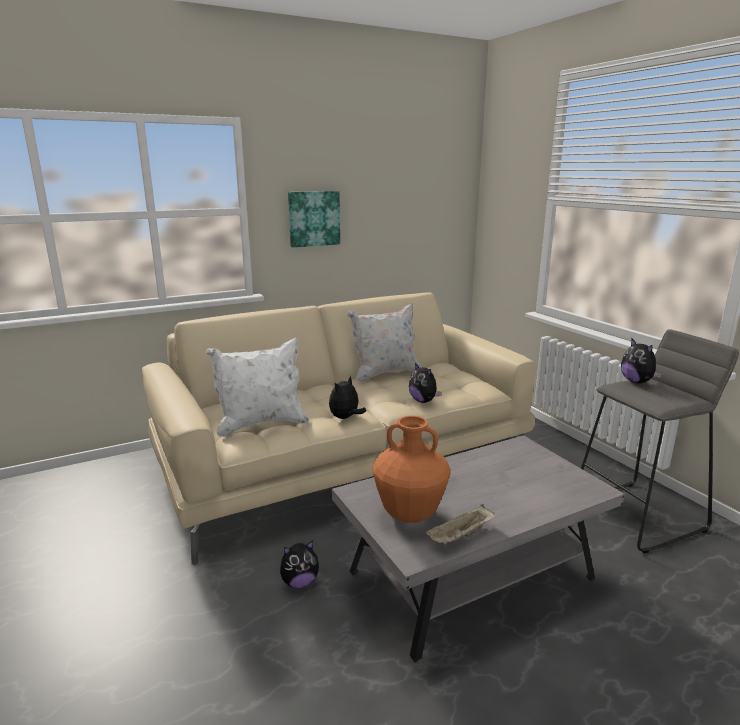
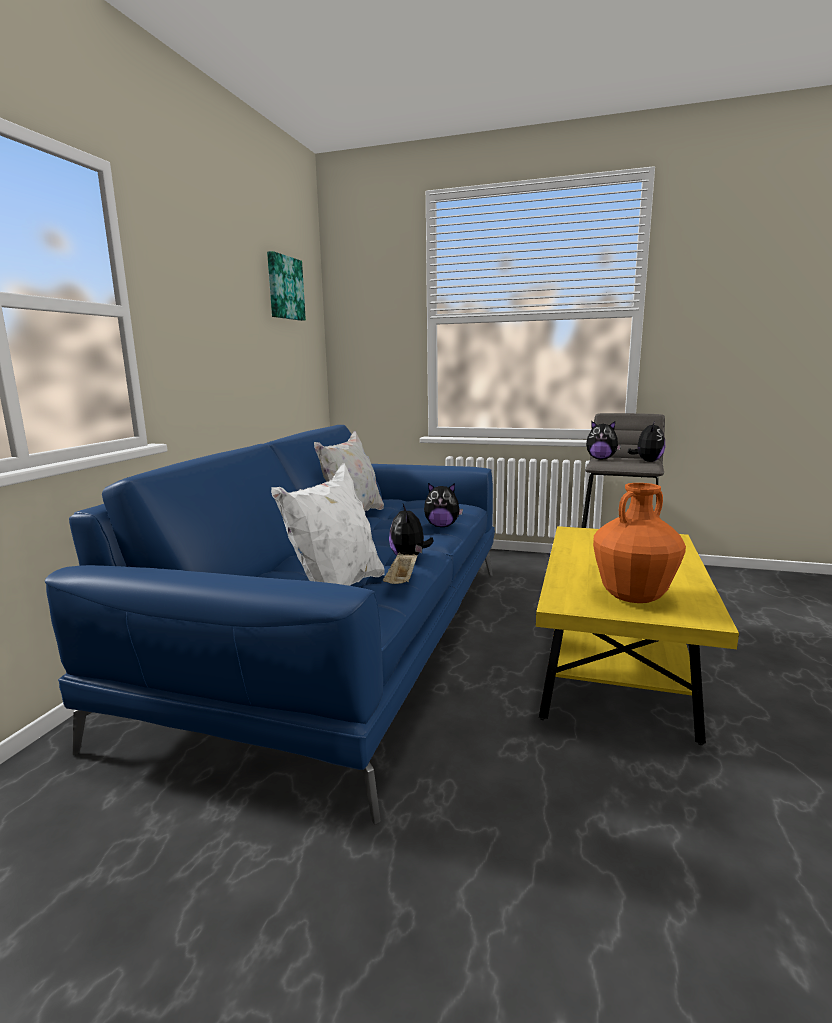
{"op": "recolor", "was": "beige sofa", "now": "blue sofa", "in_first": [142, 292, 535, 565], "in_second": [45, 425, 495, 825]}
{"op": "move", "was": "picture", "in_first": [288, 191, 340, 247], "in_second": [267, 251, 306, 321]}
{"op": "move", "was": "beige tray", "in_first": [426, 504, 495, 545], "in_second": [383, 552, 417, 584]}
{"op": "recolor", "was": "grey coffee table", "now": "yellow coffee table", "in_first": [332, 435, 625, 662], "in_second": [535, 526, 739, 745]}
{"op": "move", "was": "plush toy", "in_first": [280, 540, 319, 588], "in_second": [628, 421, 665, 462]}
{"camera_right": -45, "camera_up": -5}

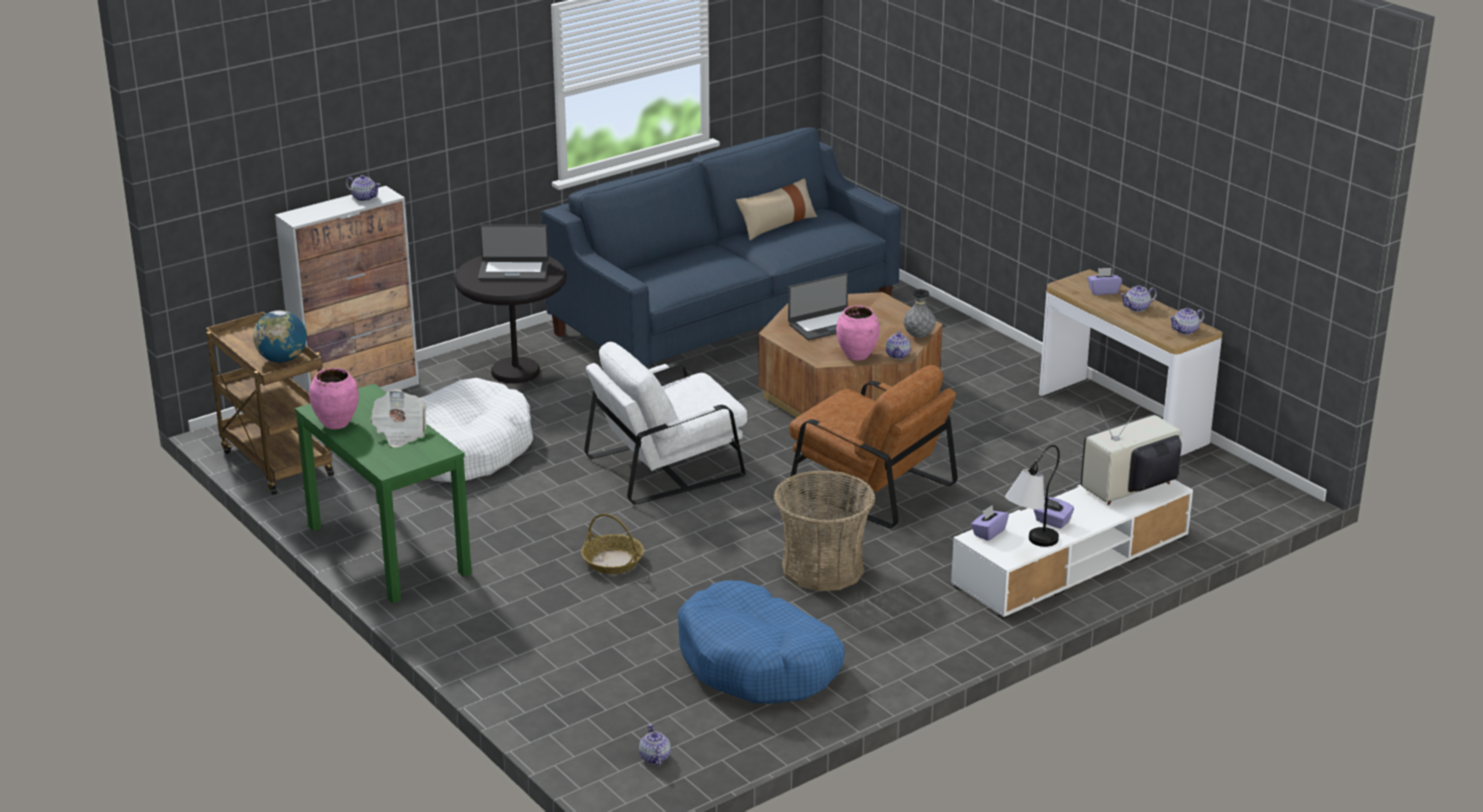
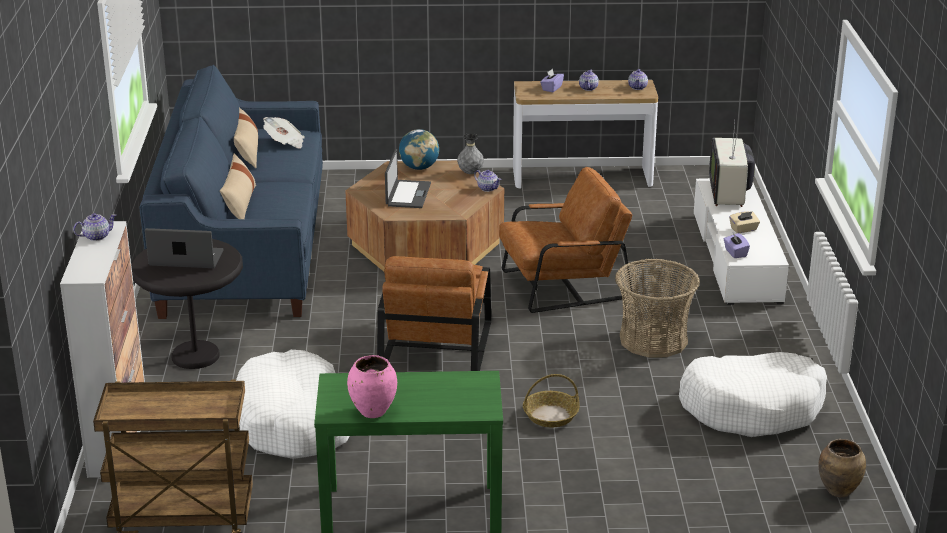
{"op": "rotate", "was": "laptop", "in_first": [478, 225, 549, 280], "in_second": [145, 228, 224, 268], "clockwise": -120}
{"op": "insert", "now": "beige pillow", "in_second": [220, 153, 256, 219]}
{"op": "move", "was": "newspaper", "in_first": [370, 389, 427, 448], "in_second": [263, 117, 305, 149]}
{"op": "recolor", "was": "white armchair", "now": "brown armchair", "in_first": [584, 342, 747, 505], "in_second": [377, 256, 491, 371]}
{"op": "move", "was": "globe", "in_first": [253, 310, 307, 363], "in_second": [399, 129, 439, 170]}
{"op": "recolor", "was": "blue dog bed", "now": "white dog bed", "in_first": [678, 580, 845, 703], "in_second": [679, 352, 827, 437]}
{"op": "recolor", "was": "purple tissue box", "now": "beige tissue box", "in_first": [1033, 497, 1074, 529], "in_second": [729, 211, 760, 233]}
{"op": "replace", "was": "teapot", "now": "brown vase", "in_first": [639, 724, 671, 766], "in_second": [819, 439, 866, 497]}
{"op": "delete", "was": "pink vase", "in_first": [836, 305, 880, 361]}
{"op": "delete", "was": "table lamp", "in_first": [1005, 445, 1060, 547]}
{"camera_right": -55, "camera_up": 0}

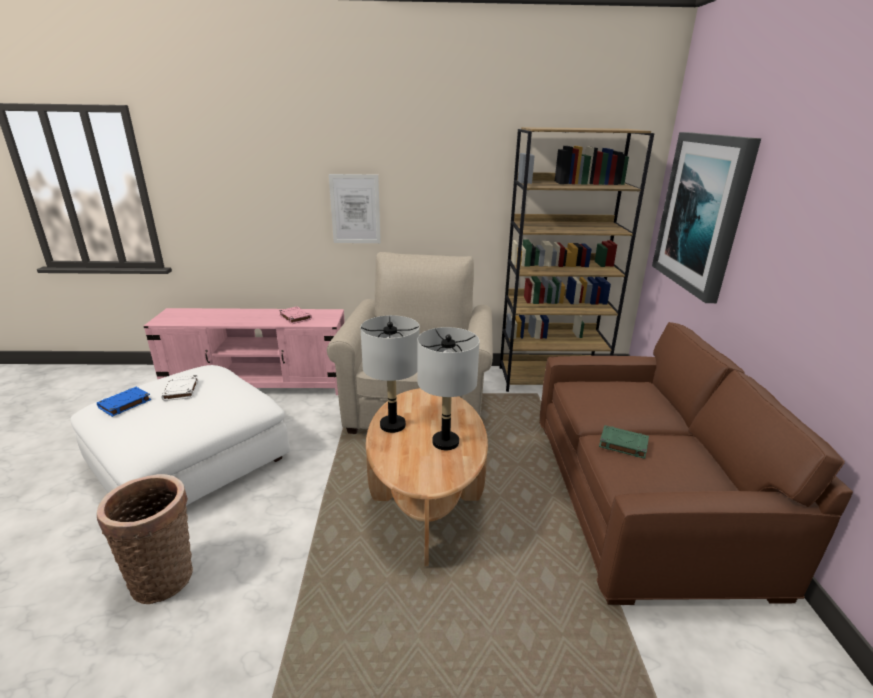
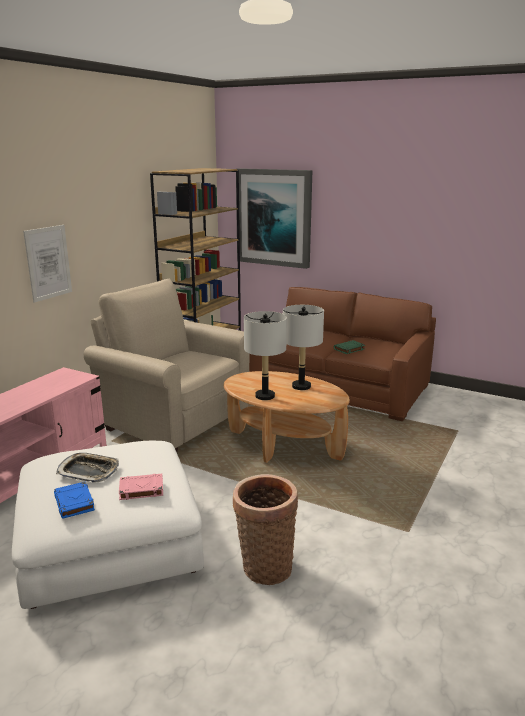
{"op": "replace", "was": "white book", "now": "tray", "in_first": [162, 375, 199, 401], "in_second": [56, 453, 119, 483]}
{"op": "move", "was": "pink book", "in_first": [279, 306, 312, 324], "in_second": [119, 474, 163, 500]}
{"camera_right": -60, "camera_up": -5}

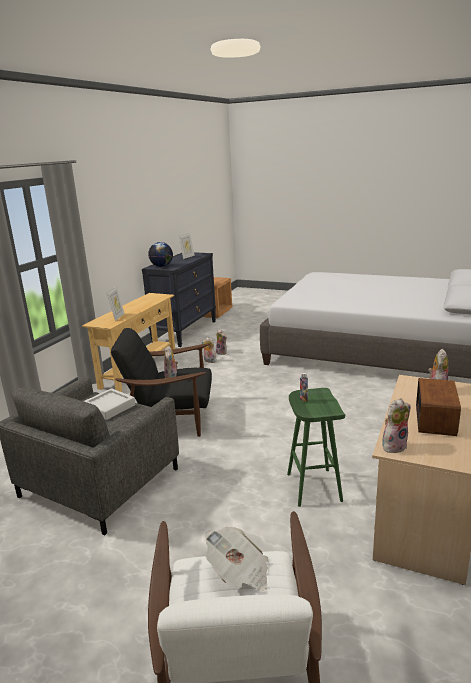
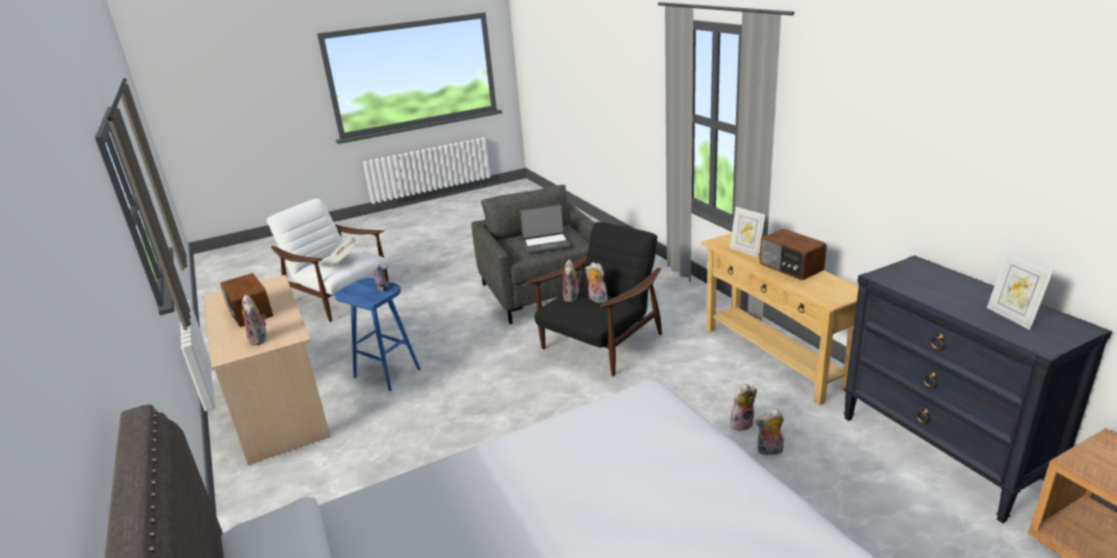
{"op": "recolor", "was": "green stool", "now": "blue stool", "in_first": [287, 388, 345, 507], "in_second": [334, 278, 421, 391]}
{"op": "replace", "was": "grey tray", "now": "laptop", "in_first": [84, 388, 135, 420], "in_second": [519, 204, 571, 254]}
{"op": "move", "was": "plush toy", "in_first": [382, 398, 411, 453], "in_second": [563, 260, 580, 302]}
{"op": "insert", "now": "radio", "in_second": [759, 229, 827, 280]}
{"op": "delete", "was": "globe", "in_first": [148, 242, 173, 267]}
{"camera_right": 130, "camera_up": 5}

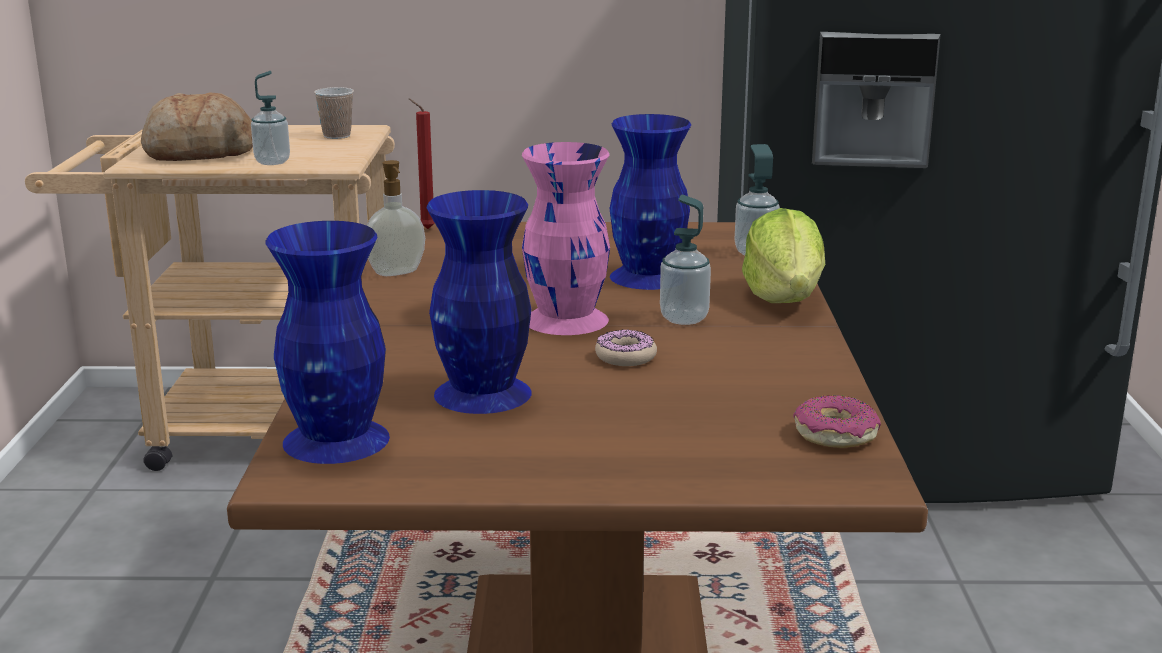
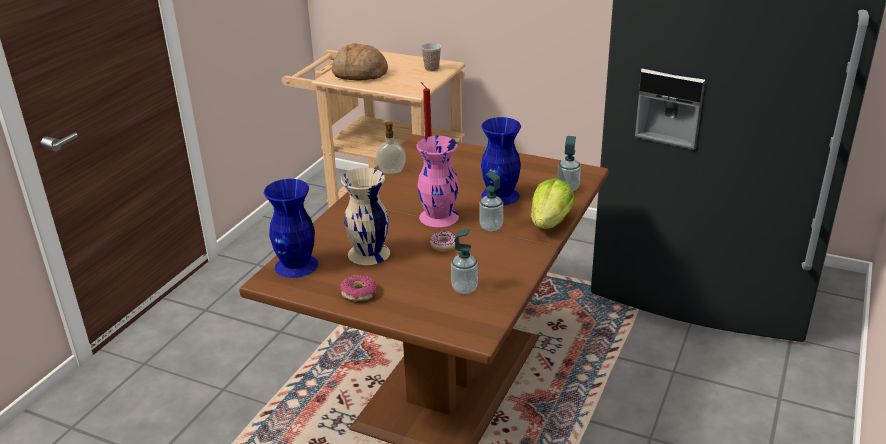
{"op": "recolor", "was": "blue vase", "now": "beige vase", "in_first": [426, 190, 532, 414], "in_second": [341, 168, 390, 265]}
{"op": "move", "was": "donut", "in_first": [793, 395, 881, 448], "in_second": [341, 275, 376, 301]}
{"op": "move", "was": "soap dispenser", "in_first": [251, 71, 290, 165], "in_second": [451, 229, 478, 294]}
{"camera_right": 25, "camera_up": 10}

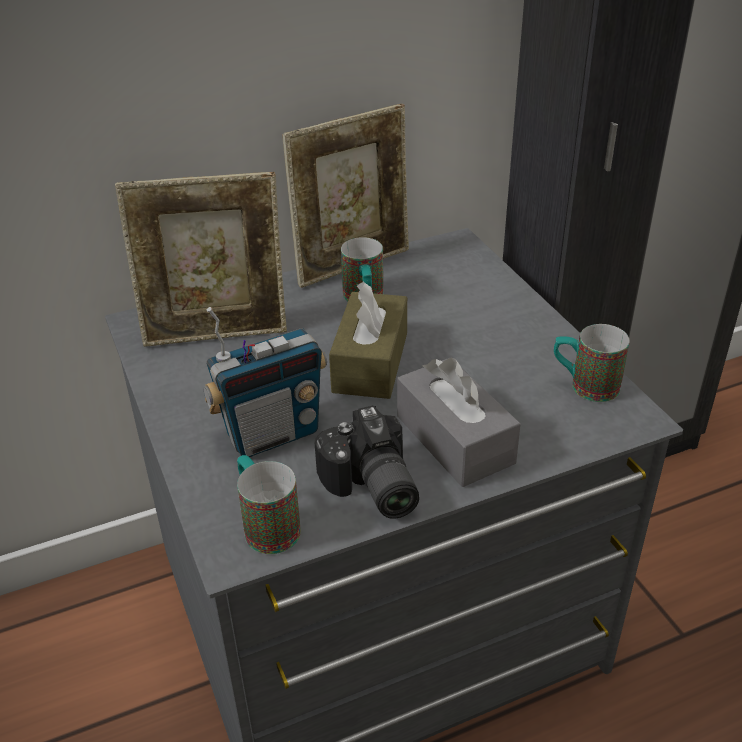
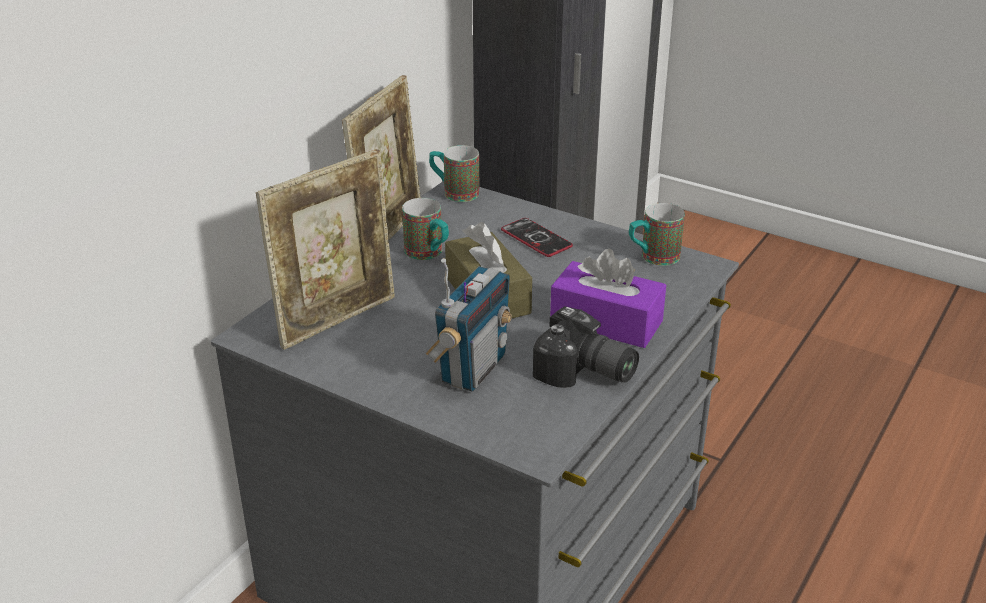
{"op": "move", "was": "mug", "in_first": [237, 455, 301, 554], "in_second": [429, 145, 479, 202]}
{"op": "insert", "now": "phone", "in_second": [501, 218, 573, 257]}
{"op": "recolor", "was": "grey tissue box", "now": "purple tissue box", "in_first": [397, 358, 521, 487], "in_second": [550, 249, 666, 348]}
{"camera_right": -35, "camera_up": -5}

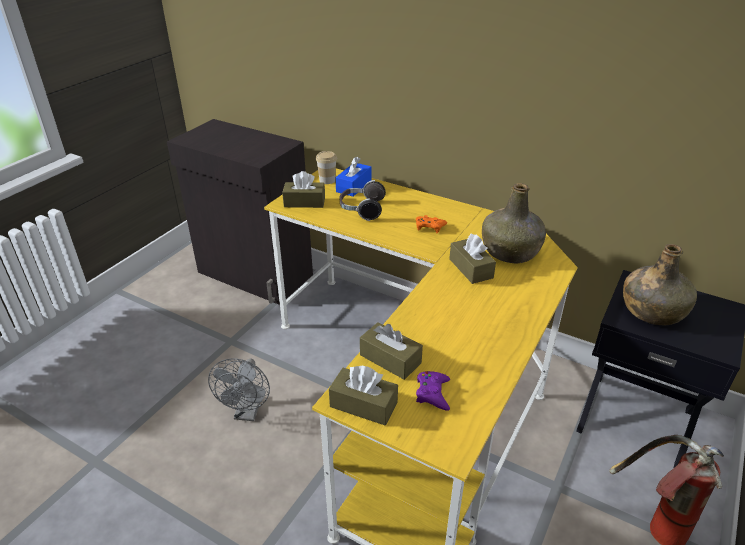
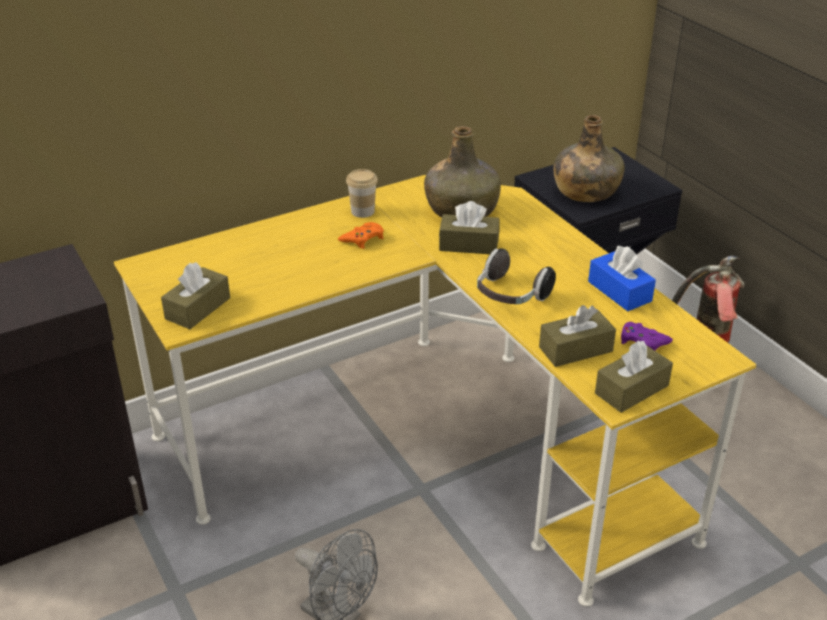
{"op": "move", "was": "cup", "in_first": [316, 151, 337, 184], "in_second": [346, 169, 378, 218]}
{"op": "move", "was": "headphones", "in_first": [340, 180, 386, 221], "in_second": [477, 248, 556, 304]}
{"op": "move", "was": "blue tissue box", "in_first": [335, 157, 371, 197], "in_second": [588, 246, 656, 311]}
{"camera_right": -60, "camera_up": 0}

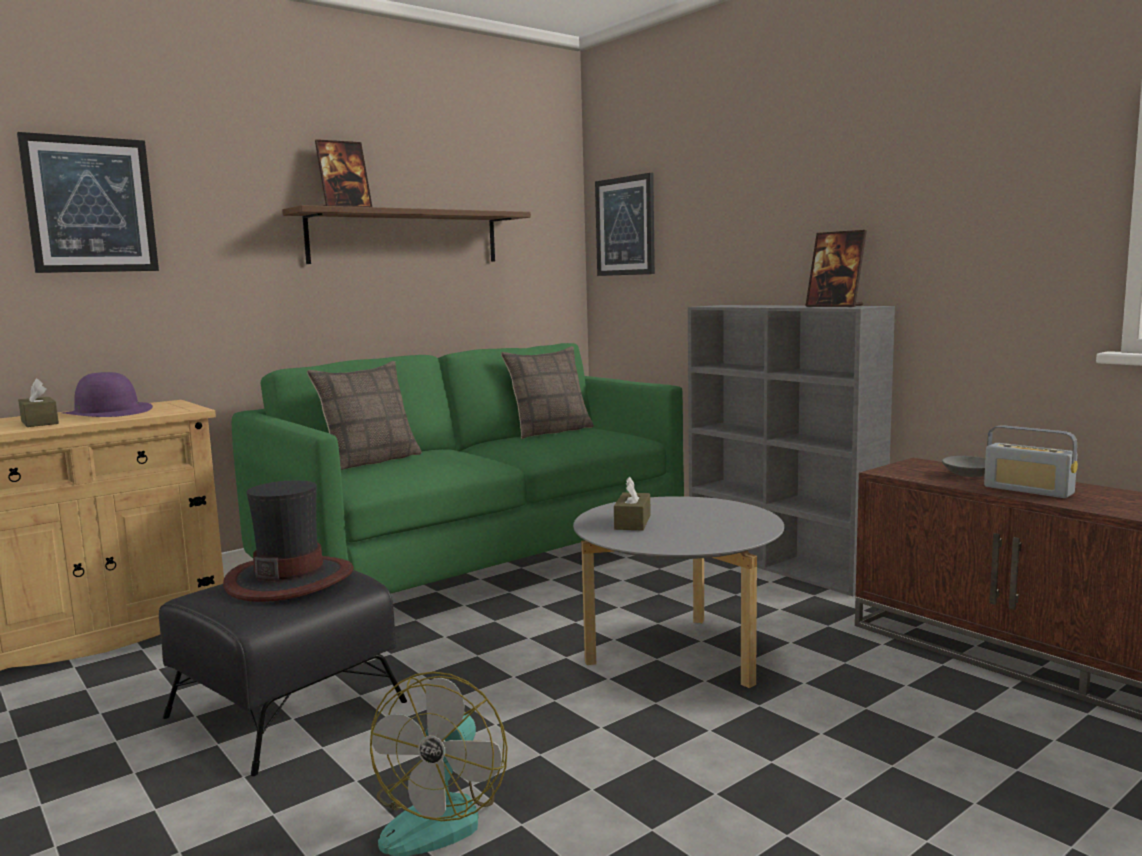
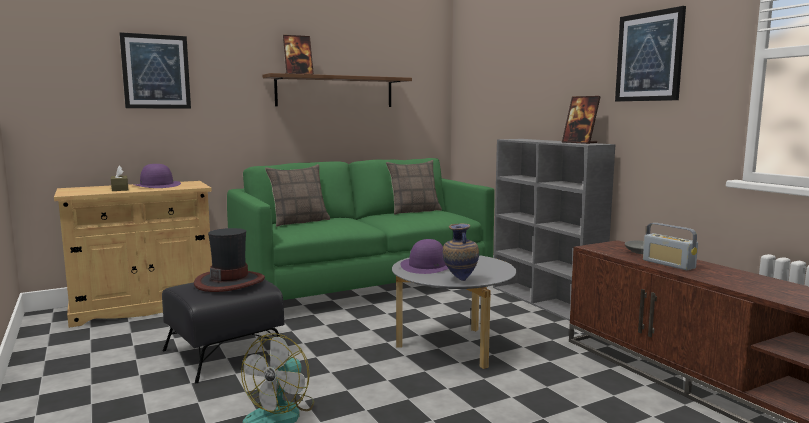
{"op": "replace", "was": "brown tissue box", "now": "purple hat", "in_first": [614, 477, 651, 530], "in_second": [401, 239, 448, 274]}
{"op": "insert", "now": "vase", "in_second": [443, 223, 479, 281]}
{"op": "move", "was": "picture", "in_first": [595, 173, 655, 276], "in_second": [615, 6, 686, 102]}
{"camera_right": 10, "camera_up": 0}

